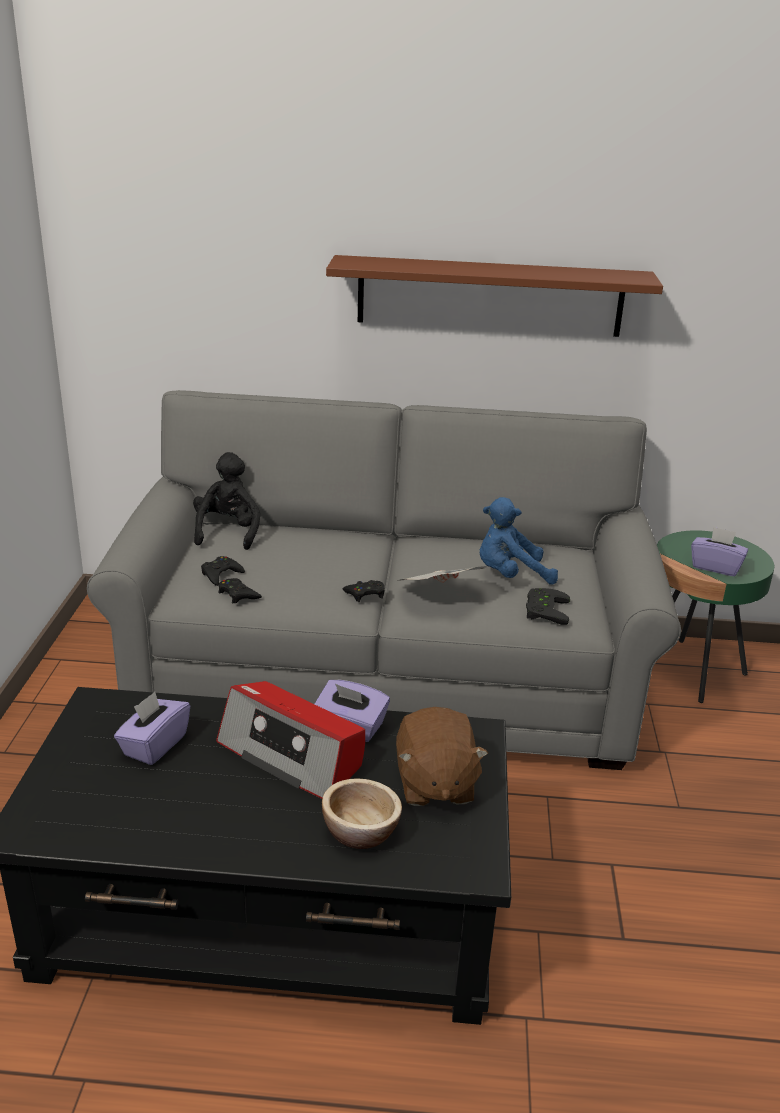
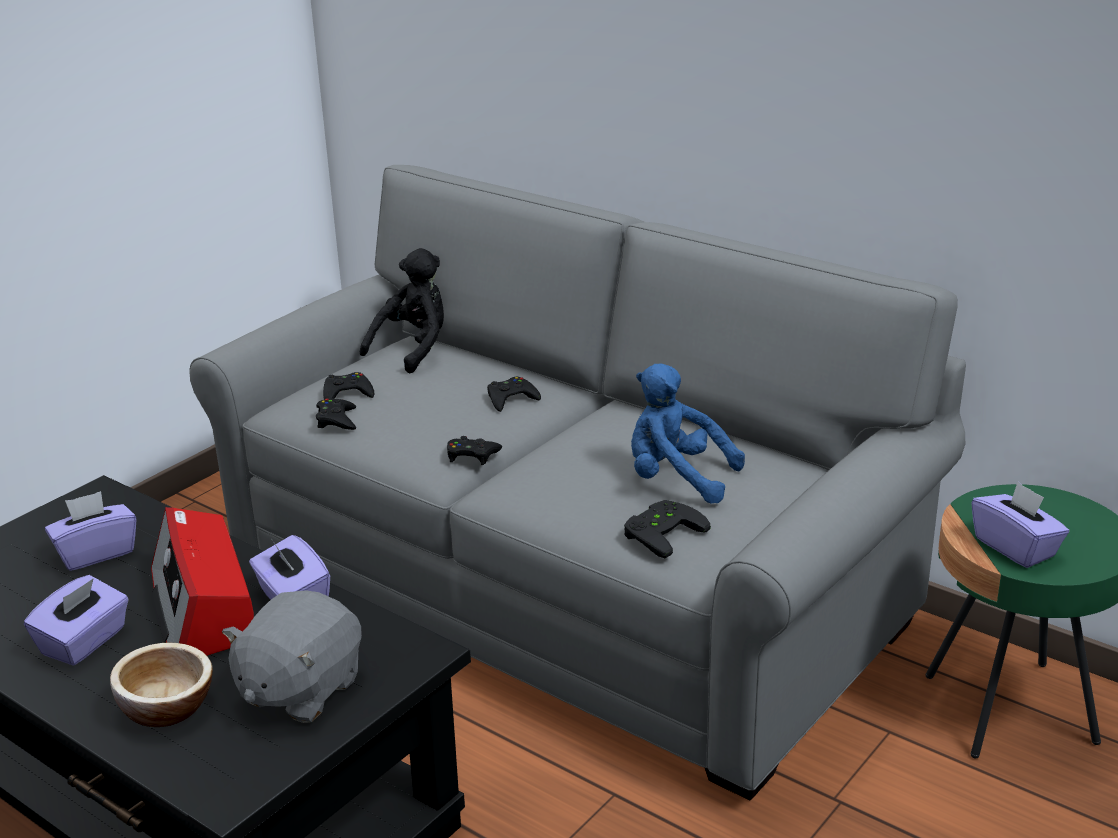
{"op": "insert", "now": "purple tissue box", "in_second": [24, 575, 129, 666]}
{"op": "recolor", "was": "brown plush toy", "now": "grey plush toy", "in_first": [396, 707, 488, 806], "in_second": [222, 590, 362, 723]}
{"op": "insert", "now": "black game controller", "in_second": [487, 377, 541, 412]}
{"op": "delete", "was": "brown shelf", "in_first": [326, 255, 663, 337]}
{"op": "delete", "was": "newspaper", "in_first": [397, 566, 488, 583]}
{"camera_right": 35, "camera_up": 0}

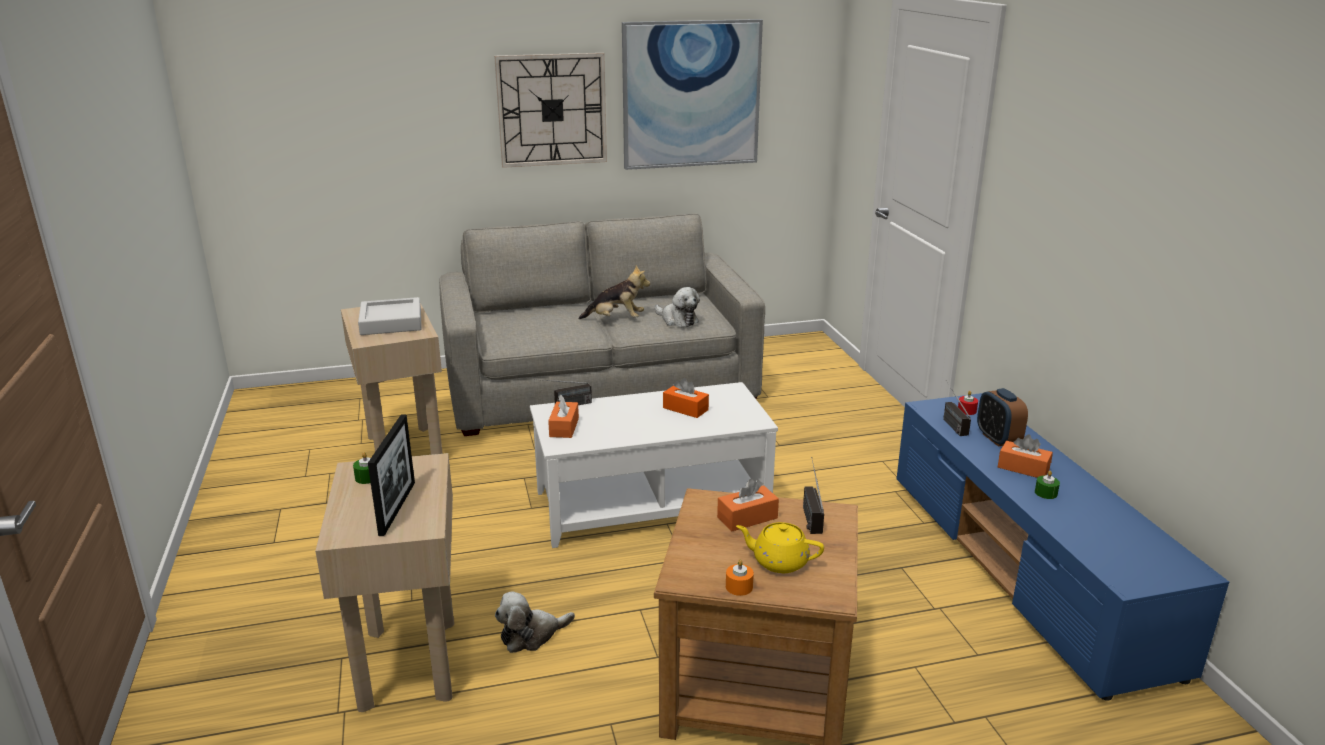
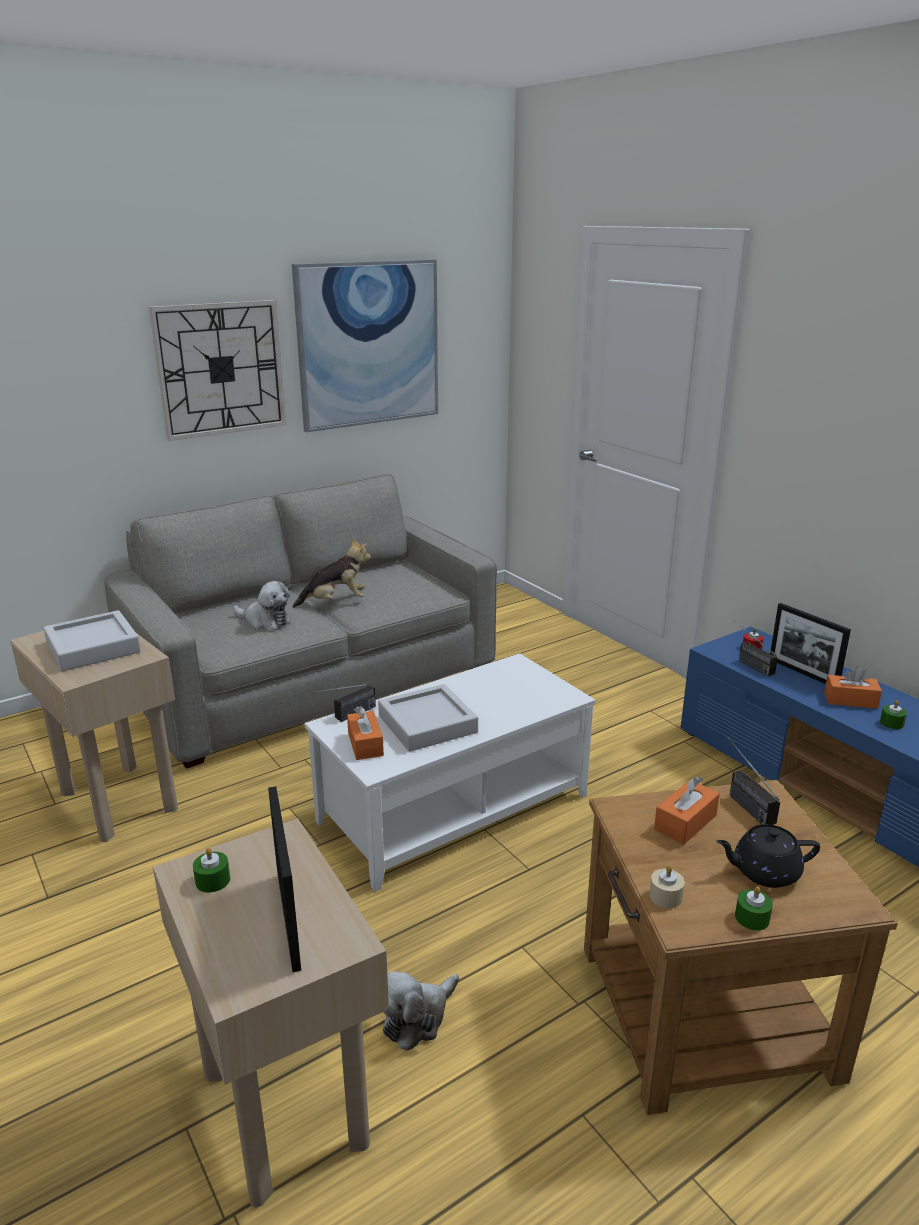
{"op": "move", "was": "plush toy", "in_first": [655, 287, 700, 327], "in_second": [233, 581, 291, 630]}
{"op": "insert", "now": "grey tray", "in_second": [378, 684, 478, 752]}
{"op": "insert", "now": "beige candle", "in_second": [649, 865, 685, 908]}
{"op": "recolor", "was": "yellow teapot", "now": "black teapot", "in_first": [736, 522, 824, 573], "in_second": [716, 824, 820, 888]}
{"op": "recolor", "was": "orange candle", "now": "green candle", "in_first": [726, 560, 754, 596], "in_second": [735, 886, 773, 931]}
{"op": "replace", "was": "alarm clock", "now": "picture frame", "in_first": [977, 388, 1028, 446], "in_second": [770, 603, 851, 684]}
{"op": "delete", "was": "orange tissue box", "in_first": [663, 378, 709, 418]}
{"camera_right": -20, "camera_up": 0}

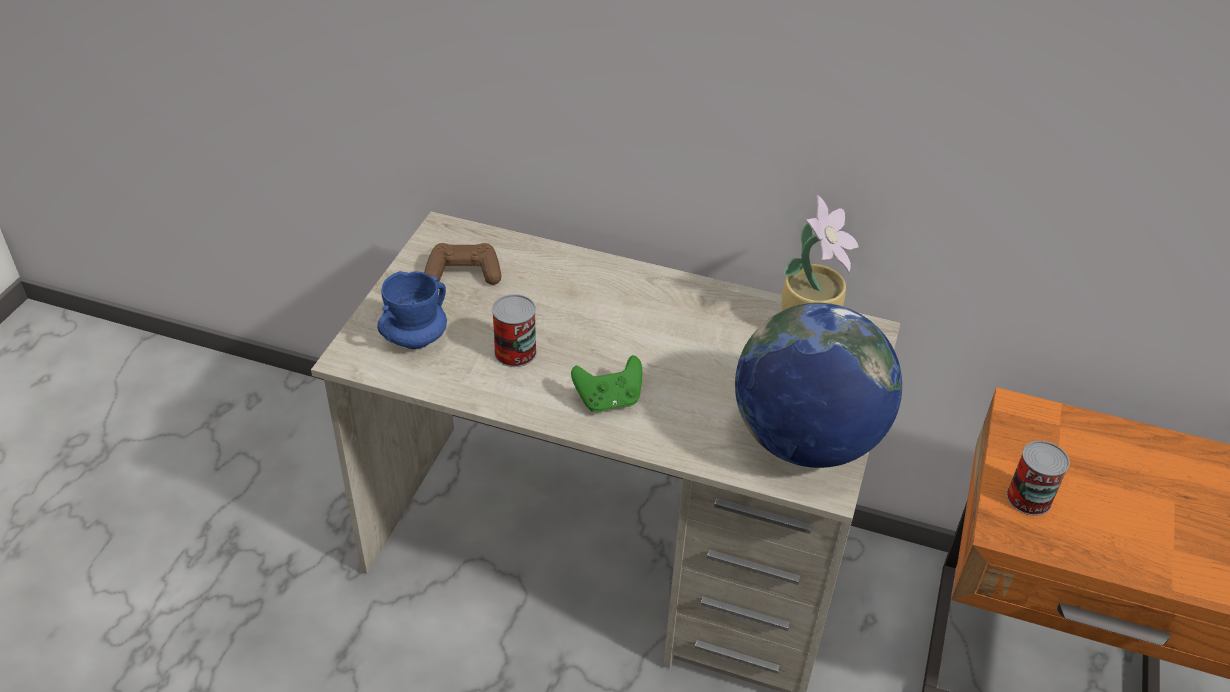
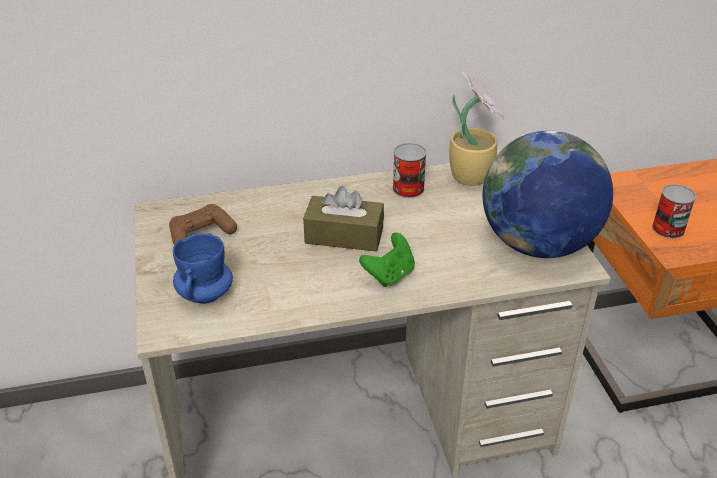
{"op": "insert", "now": "brown tissue box", "in_second": [303, 186, 384, 252]}
{"op": "move", "was": "can", "in_first": [492, 294, 537, 367], "in_second": [393, 143, 427, 198]}
{"camera_right": -30, "camera_up": -5}

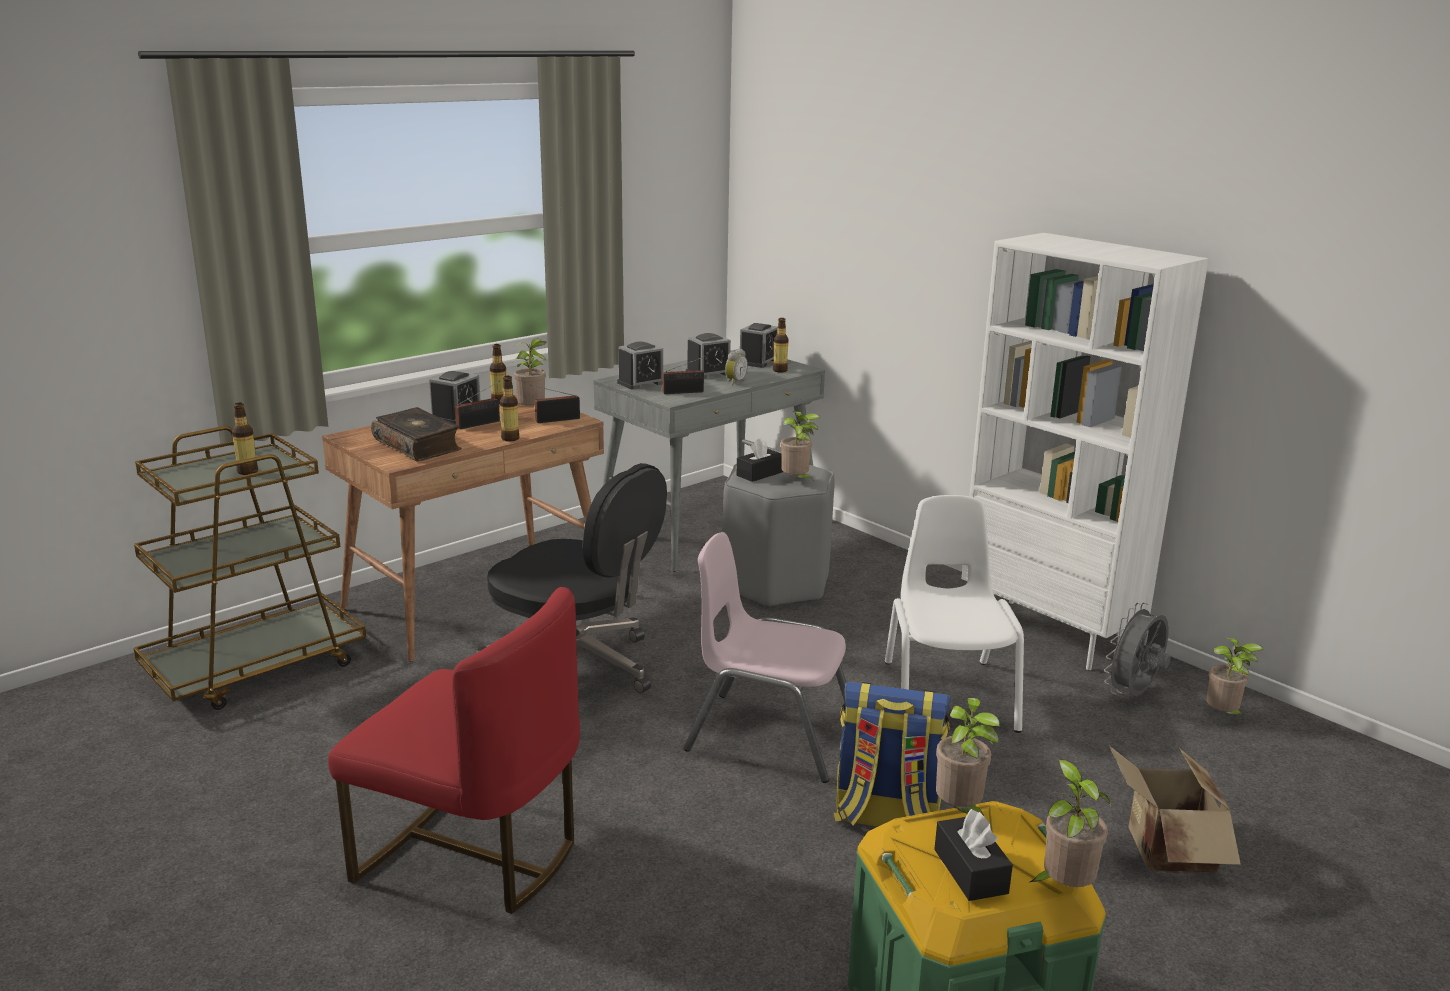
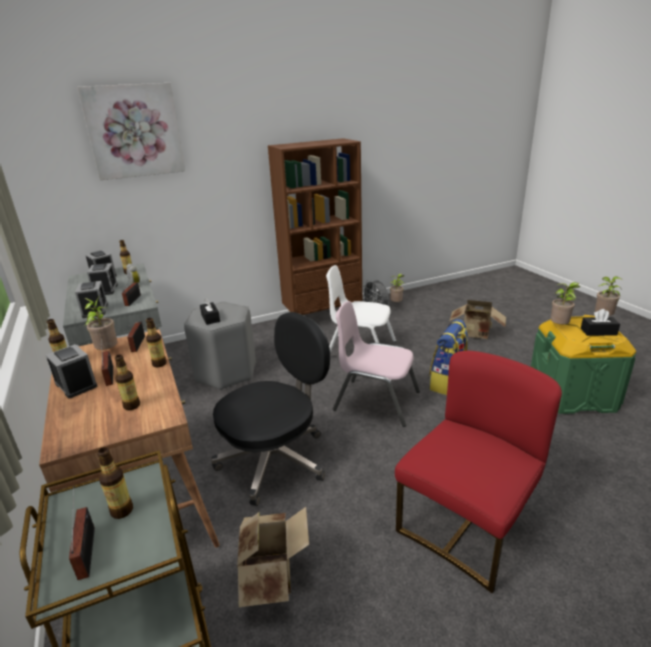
{"op": "insert", "now": "radio", "in_second": [69, 486, 95, 580]}
{"op": "insert", "now": "picture", "in_second": [77, 83, 185, 180]}
{"op": "replace", "was": "book", "now": "bottle", "in_first": [371, 407, 462, 462], "in_second": [114, 355, 140, 410]}
{"op": "insert", "now": "cardboard box", "in_second": [237, 507, 309, 607]}
{"op": "recolor", "was": "white bookcase", "now": "brown bookcase", "in_first": [961, 233, 1209, 670], "in_second": [268, 138, 362, 315]}
{"op": "rotate", "was": "pink chair", "in_first": [683, 532, 846, 783], "in_second": [333, 301, 420, 427], "clockwise": 75}
{"op": "delete", "was": "potted plant", "in_first": [781, 411, 820, 481]}
{"camera_right": -70, "camera_up": 5}

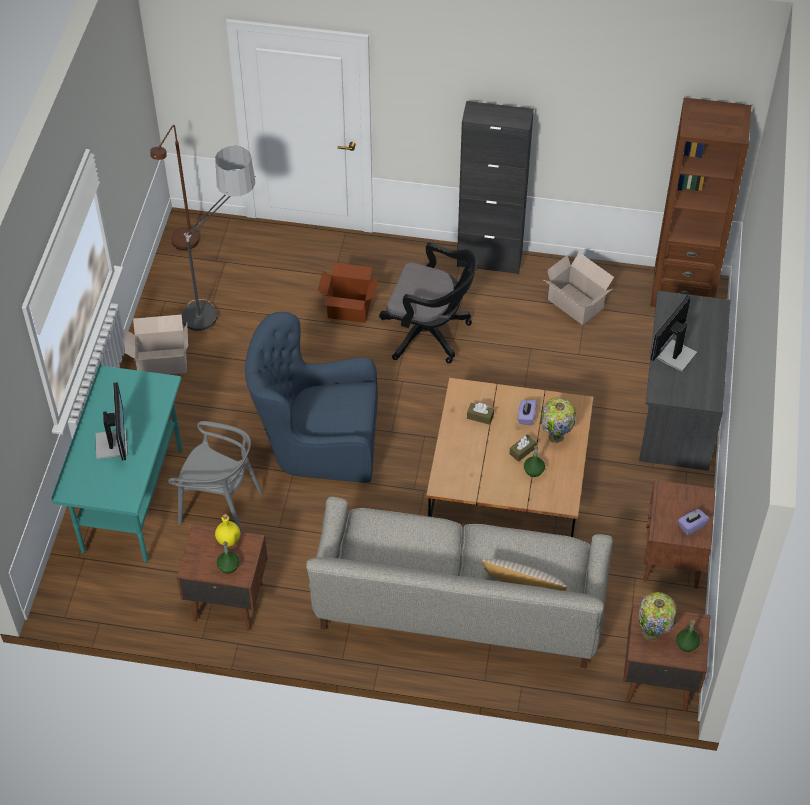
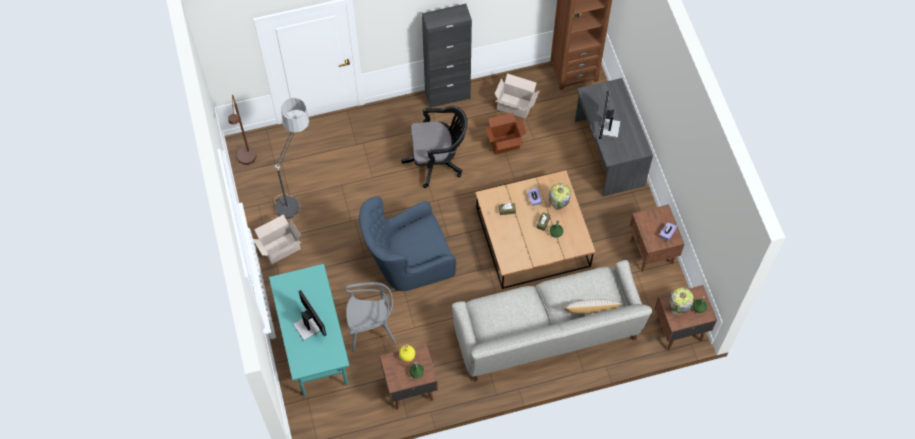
{"op": "move", "was": "cardboard box", "in_first": [318, 263, 378, 323], "in_second": [485, 113, 526, 154]}
{"camera_right": -25, "camera_up": 10}

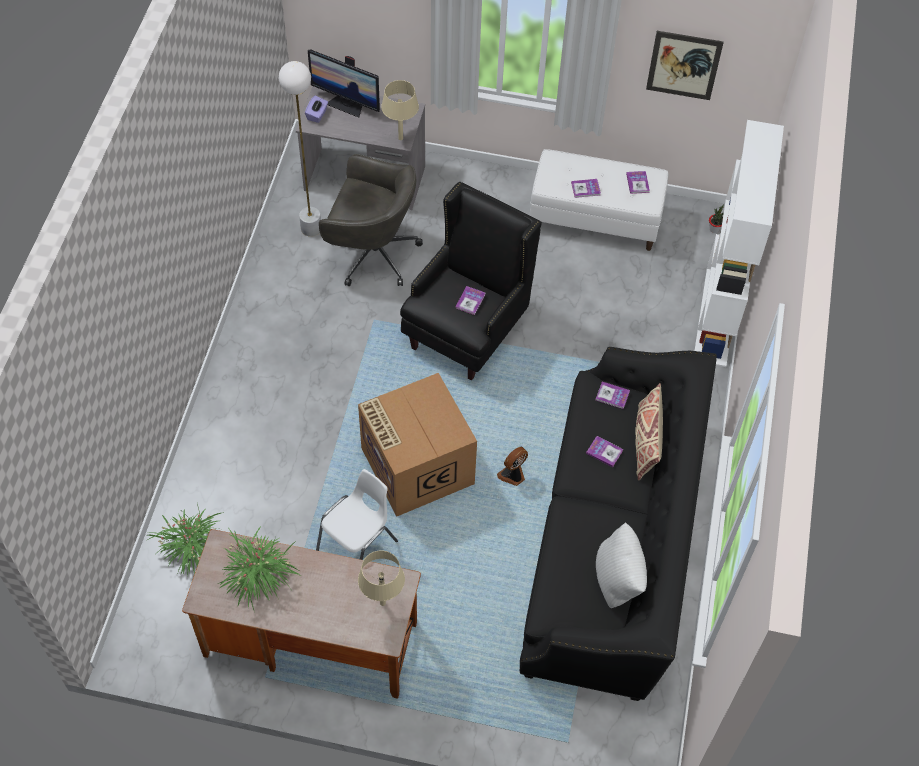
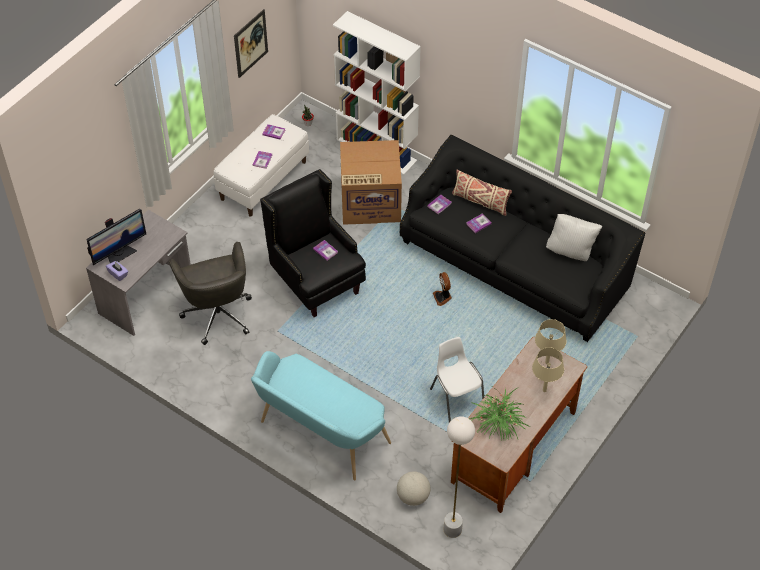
{"op": "rotate", "was": "grey office chair", "in_first": [319, 154, 423, 286], "in_second": [169, 242, 252, 345], "clockwise": 120}
{"op": "insert", "now": "turquoise bench", "in_second": [251, 351, 391, 480]}
{"op": "move", "was": "cardboard box", "in_first": [358, 373, 477, 517], "in_second": [340, 140, 402, 225]}
{"op": "replace", "was": "potted plant", "now": "globe", "in_first": [146, 504, 224, 576], "in_second": [397, 472, 431, 506]}
{"op": "move", "was": "white floor lamp", "in_first": [279, 61, 321, 237], "in_second": [444, 416, 475, 538]}
{"op": "move", "was": "beige table lamp", "in_first": [381, 80, 419, 140], "in_second": [532, 347, 564, 392]}
{"camera_right": -65, "camera_up": -5}

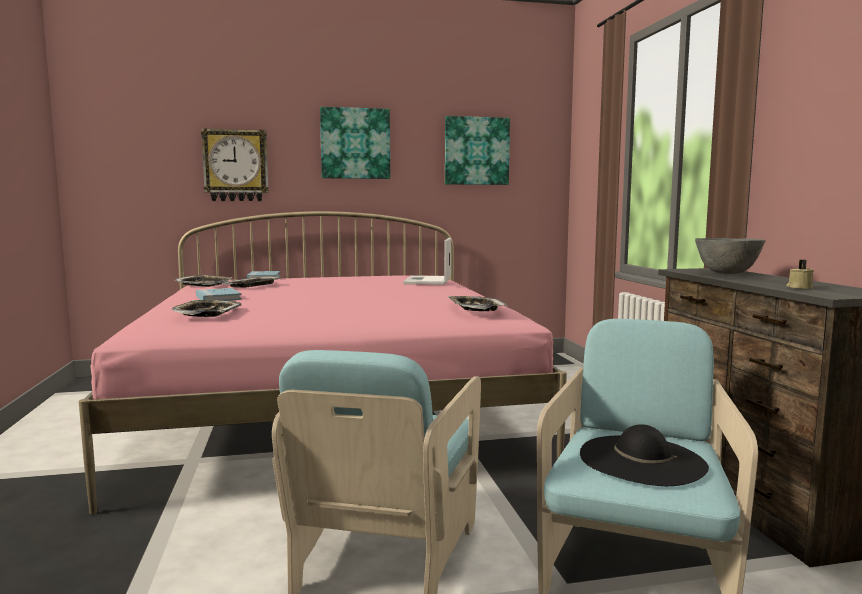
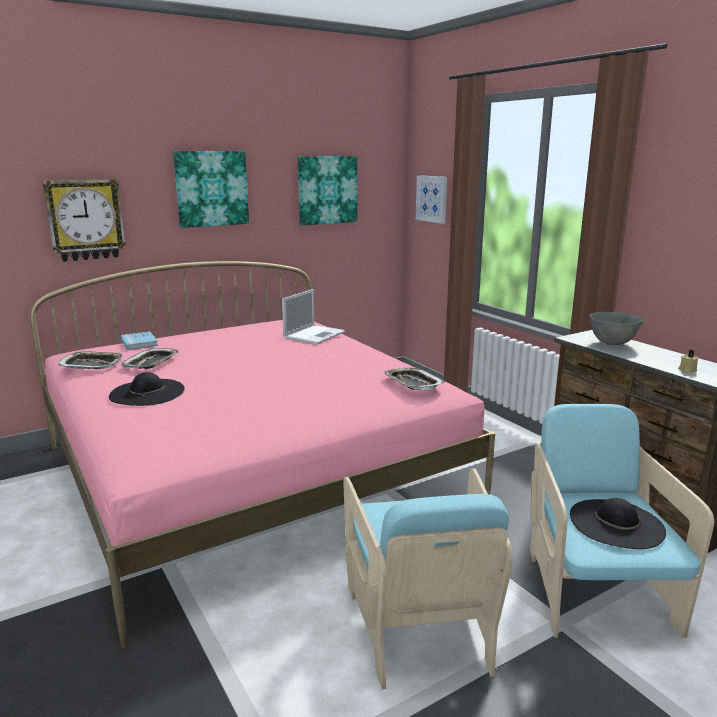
{"op": "replace", "was": "blue book", "now": "black hat", "in_first": [196, 288, 242, 301], "in_second": [109, 372, 185, 406]}
{"op": "rotate", "was": "laptop", "in_first": [403, 238, 451, 285], "in_second": [282, 289, 345, 345], "clockwise": -135}
{"op": "insert", "now": "picture", "in_second": [416, 175, 447, 224]}
{"op": "delete", "was": "tray", "in_first": [172, 300, 241, 317]}
{"camera_right": -20, "camera_up": 10}

